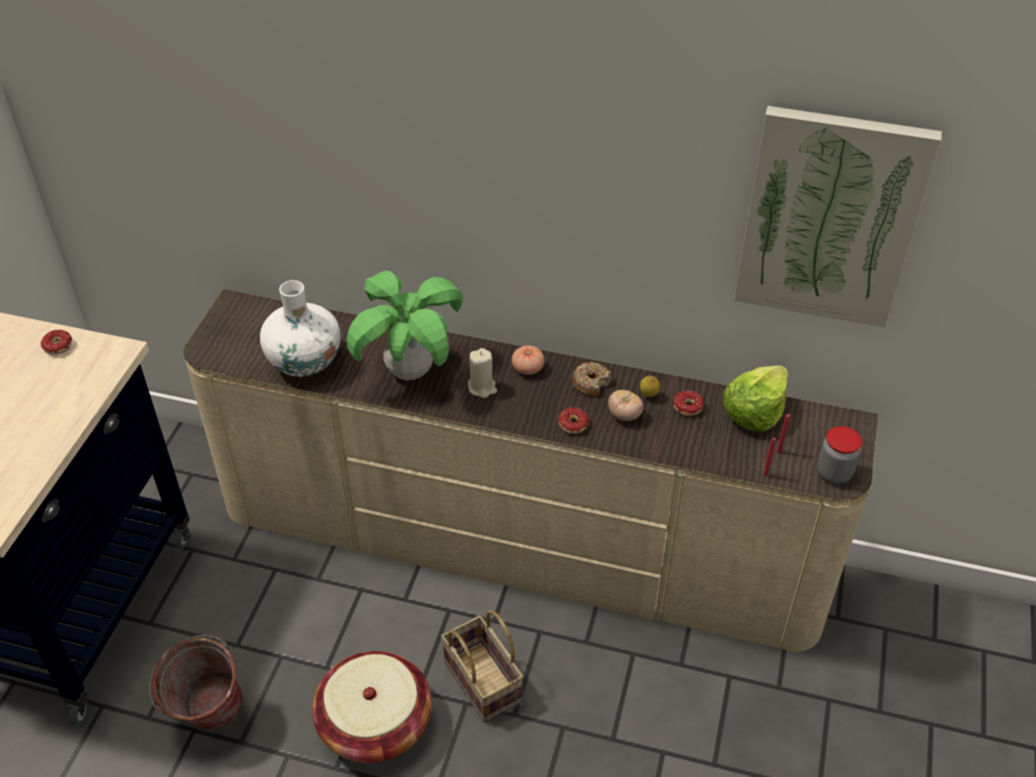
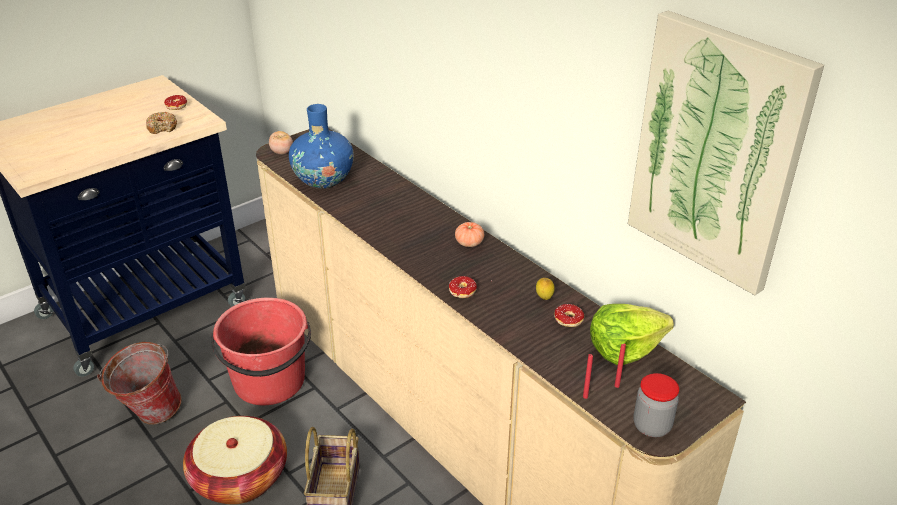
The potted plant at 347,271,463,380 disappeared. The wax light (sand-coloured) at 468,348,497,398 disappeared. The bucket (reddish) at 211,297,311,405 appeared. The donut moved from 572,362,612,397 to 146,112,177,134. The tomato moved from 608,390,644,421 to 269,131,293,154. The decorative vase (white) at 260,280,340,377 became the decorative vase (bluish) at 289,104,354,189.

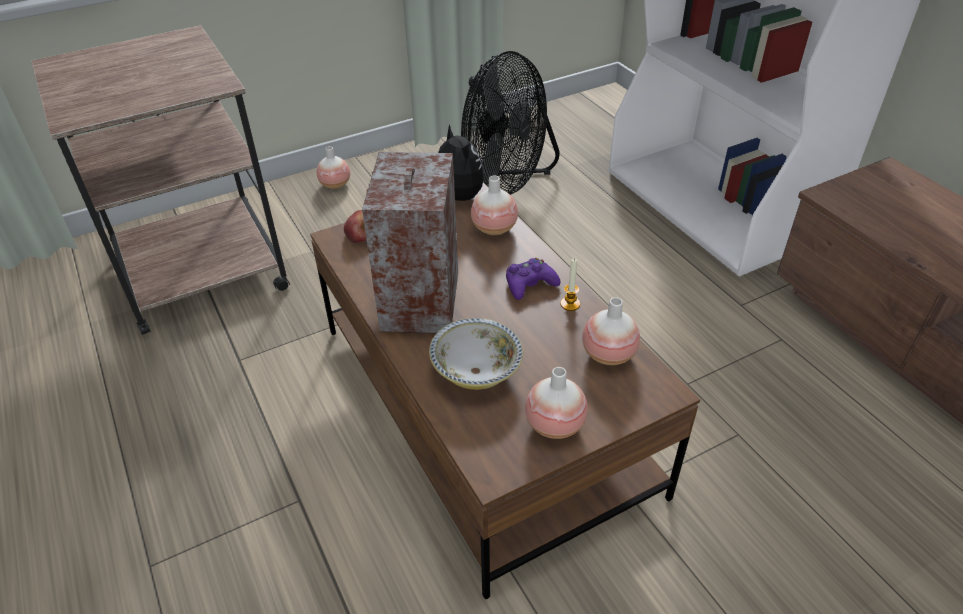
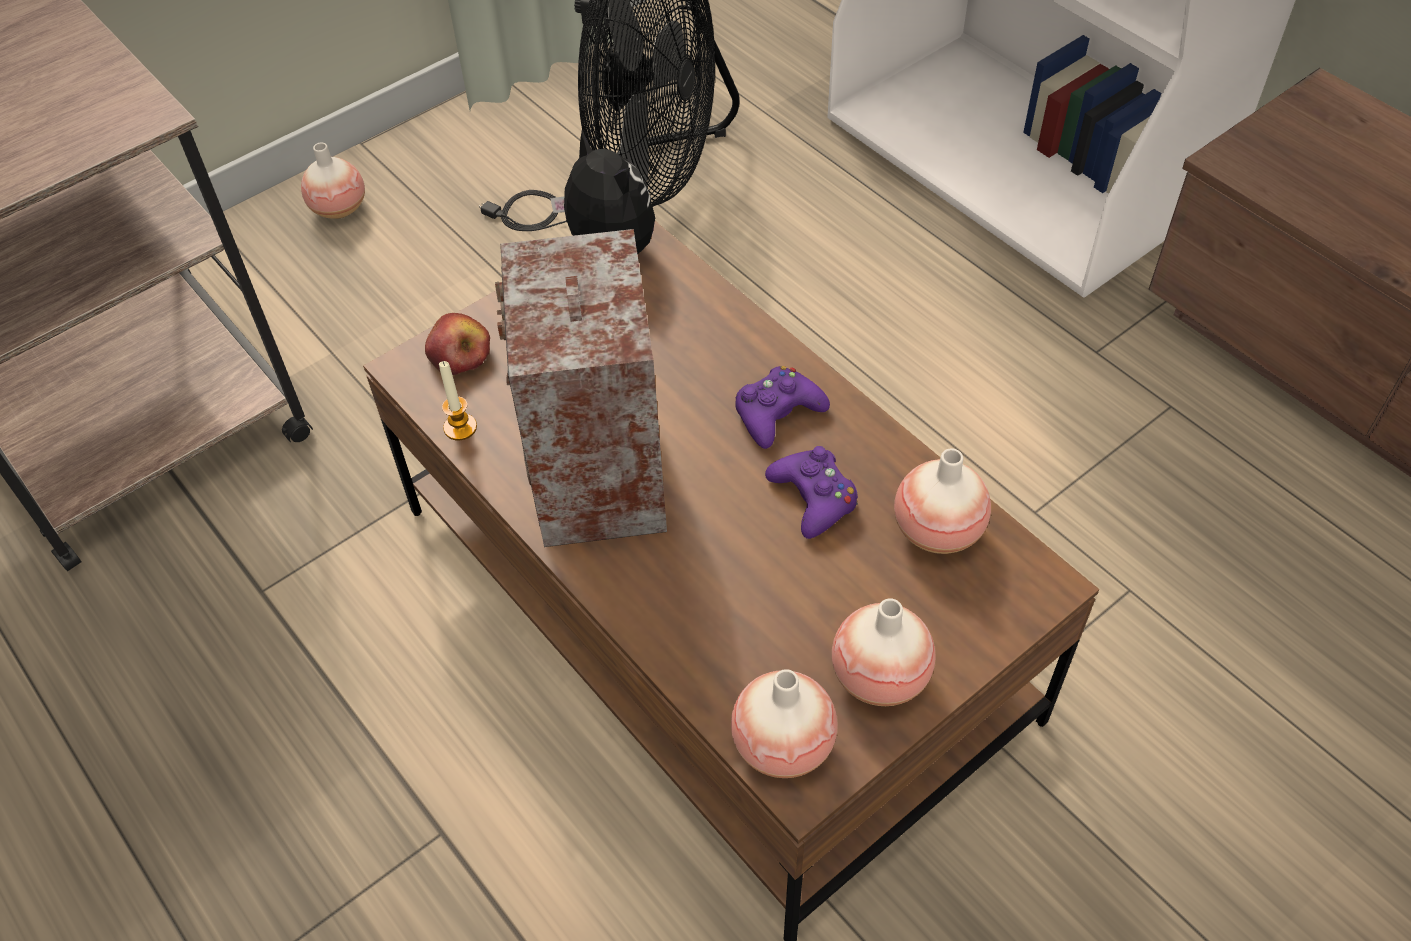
The serving bowl at 429,318,523,390 disappeared. The game controller (purple-coloured) at 765,446,858,539 appeared. The decorative vase moved from 471,175,518,235 to 731,669,838,778. The wax light moved from 560,259,580,311 to 439,361,477,441.

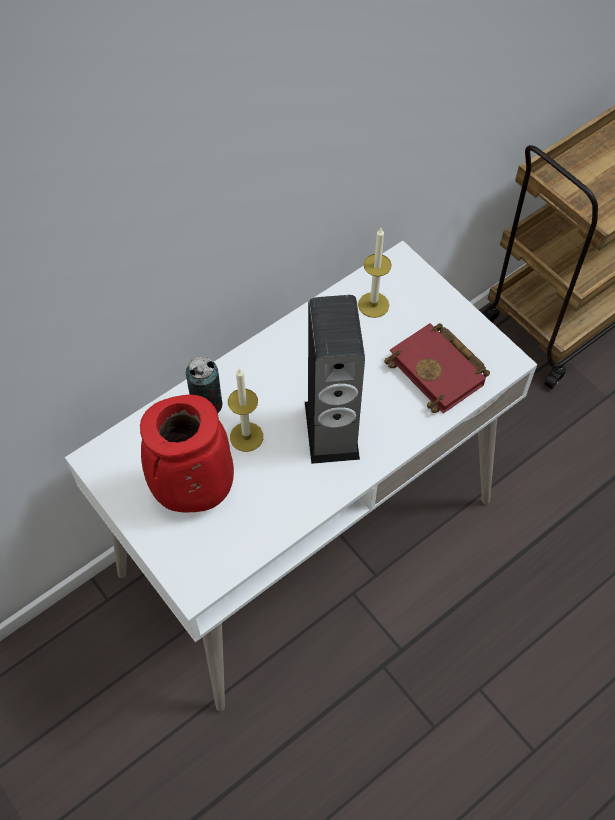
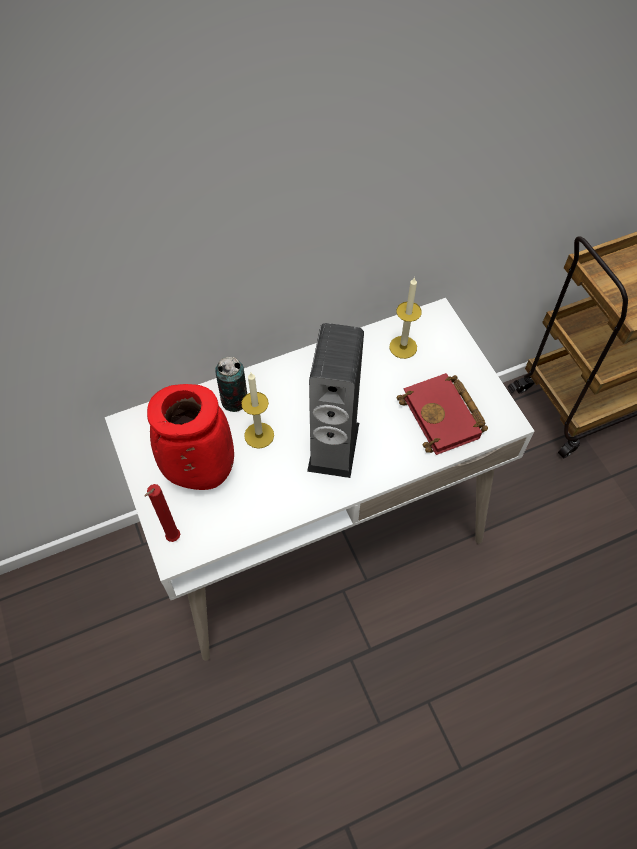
The wax light (reddish) at 144,484,180,542 appeared.

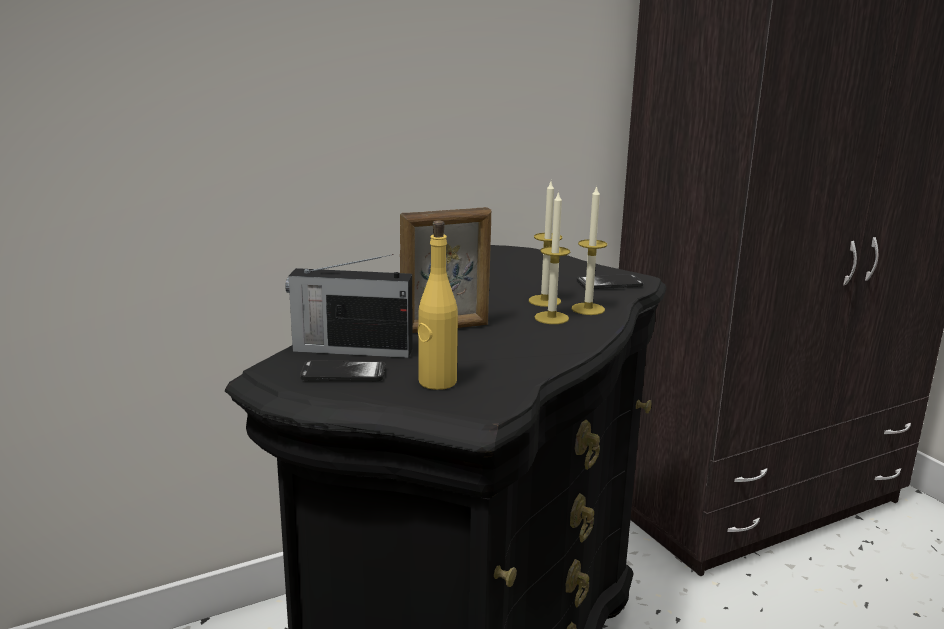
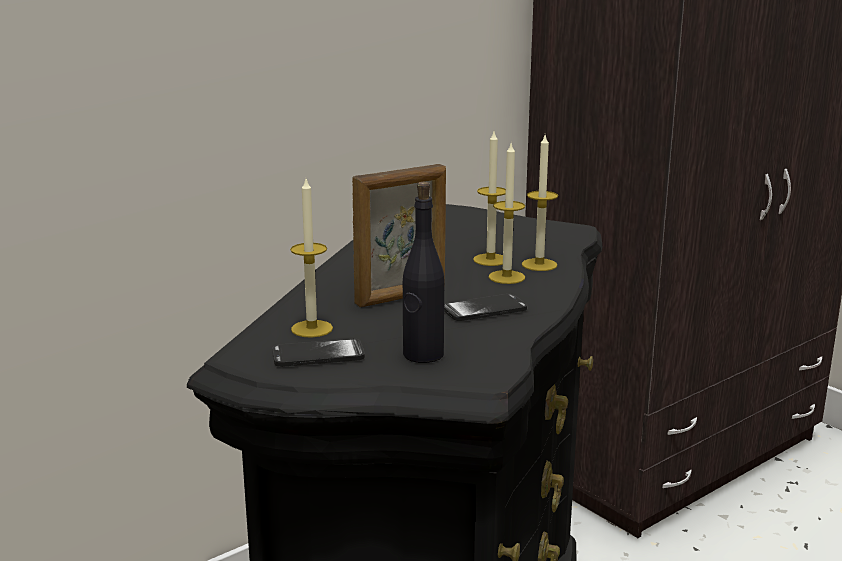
The phone moved from 577,274,643,289 to 444,294,527,321. The radio receiver at 285,254,413,358 was replaced by the wax light at 290,179,333,337. The drink bottle (yellowish) at 418,220,458,390 became the drink bottle (blackish) at 403,182,444,363.

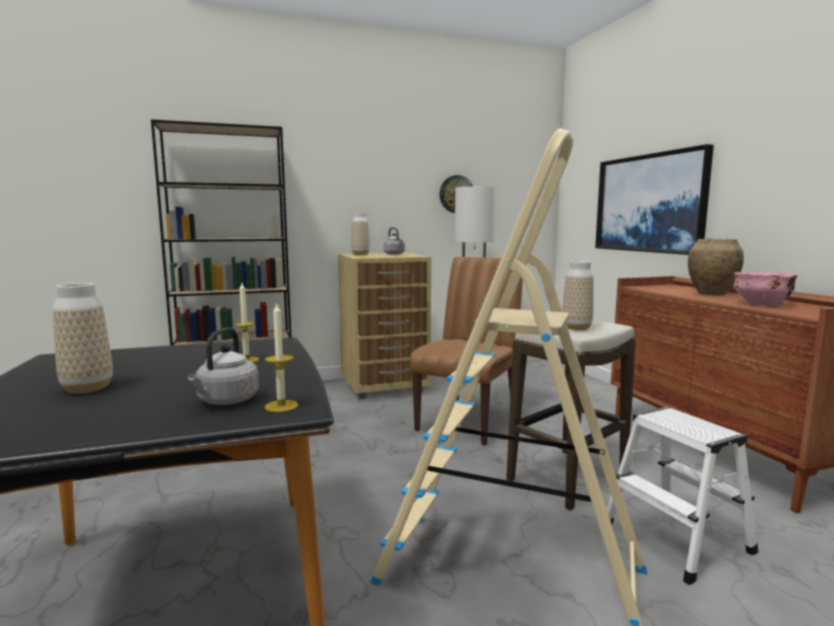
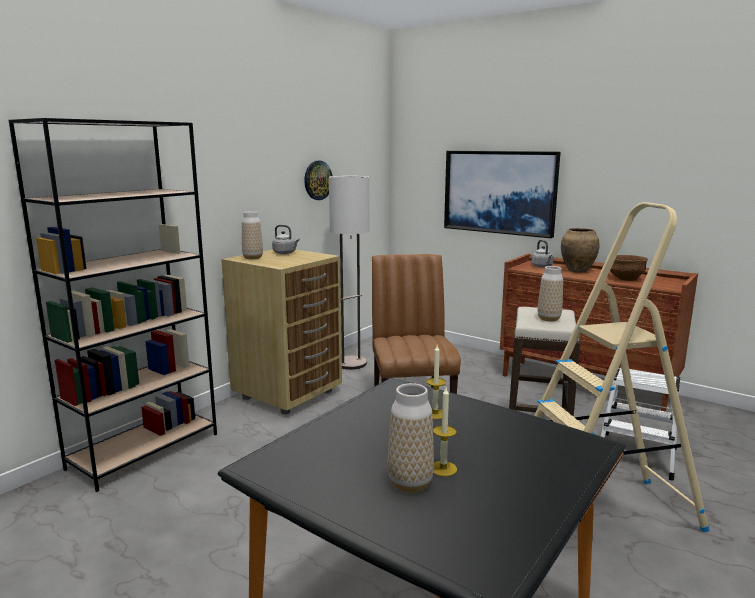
The tea kettle (grey) moved from 187,327,259,405 to 531,240,554,268. The wax light moved from 265,302,298,412 to 433,388,457,477. The serving bowl (pink-coloured) at 734,272,798,305 became the serving bowl (brown-coloured) at 610,255,648,281.

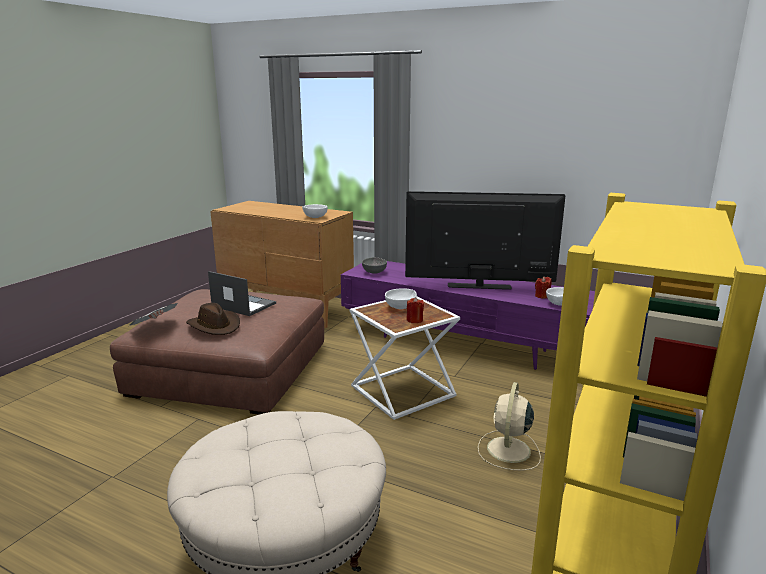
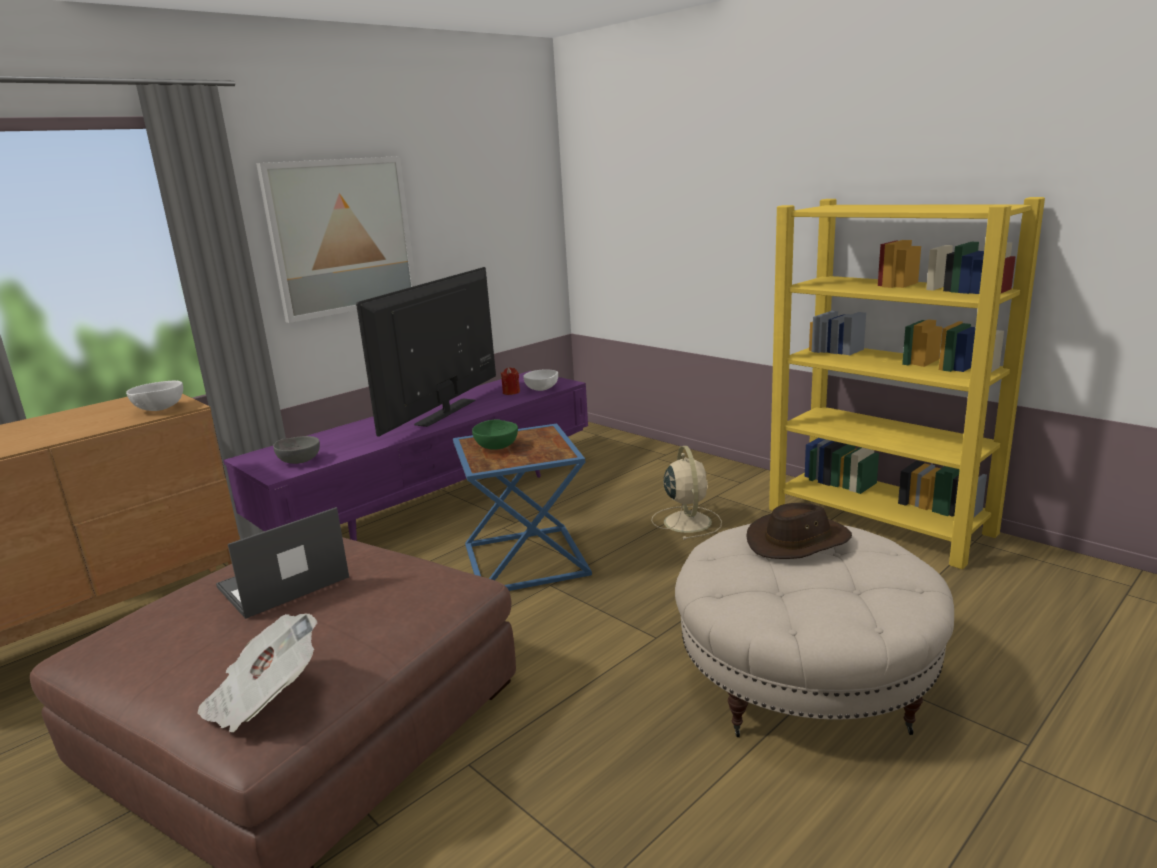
The wax light (reddish) at 406,298,424,323 disappeared. The picture at 256,156,416,323 appeared. The clothing hat (brown-coloured) moved from 186,303,240,335 to 746,503,852,559. The end table (white) at 350,297,460,420 became the end table (bluish) at 453,424,592,591. The serving bowl (white) at 385,288,417,309 became the serving bowl (green-coloured) at 472,419,518,450. The cooling fan (sand-coloured) at 478,382,541,471 turned 135 degrees counterclockwise.

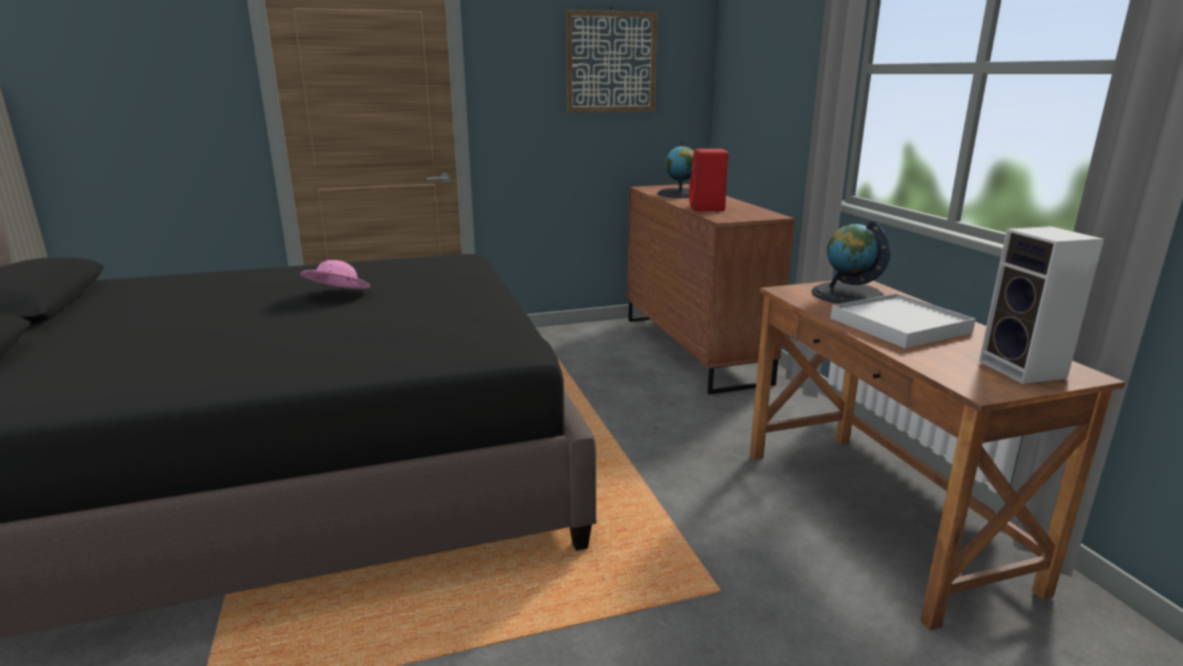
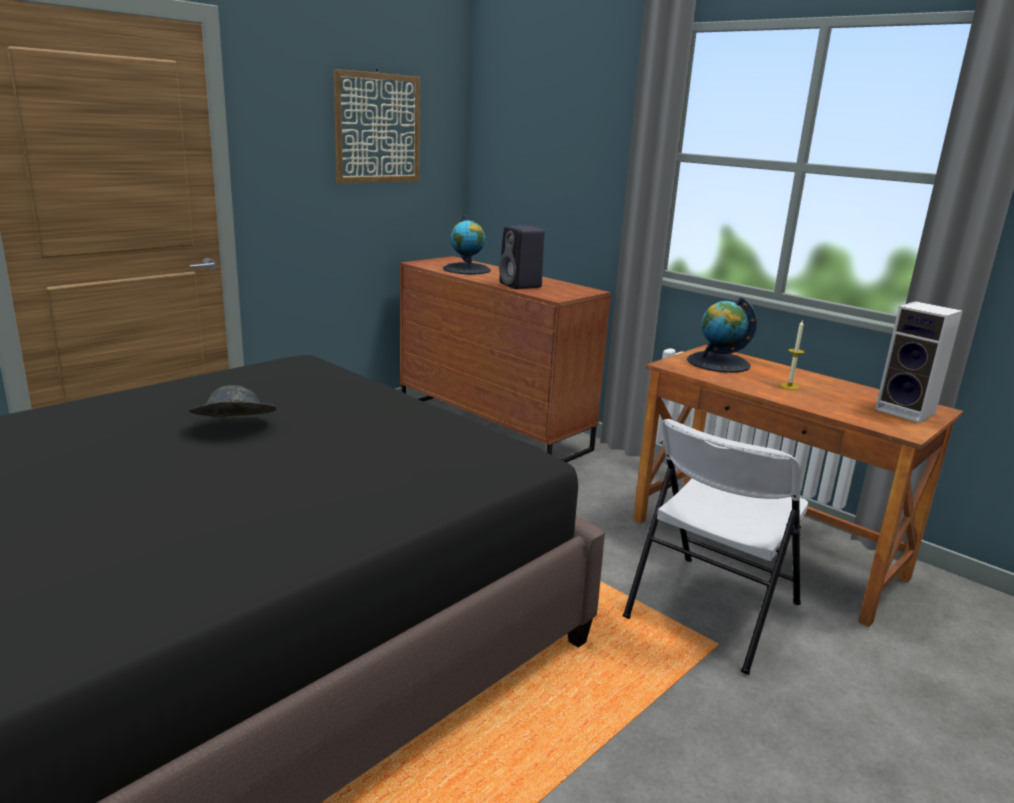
The plain chair (white) at 623,419,808,675 appeared. The serving tray (white) at 831,293,976,348 was replaced by the wax light at 780,321,805,390. The clothing hat (pink-coloured) at 300,260,371,289 became the clothing hat (grey) at 188,385,276,417. The loudspeaker (reddish) at 689,149,729,211 became the loudspeaker (blackish) at 499,226,545,289.

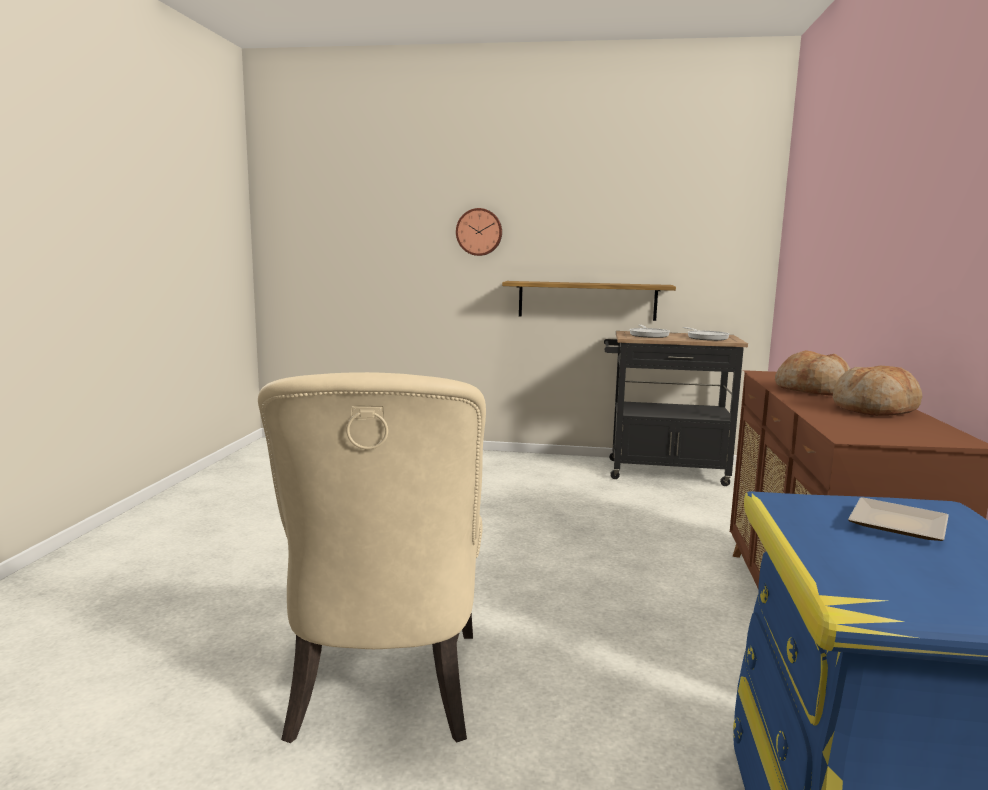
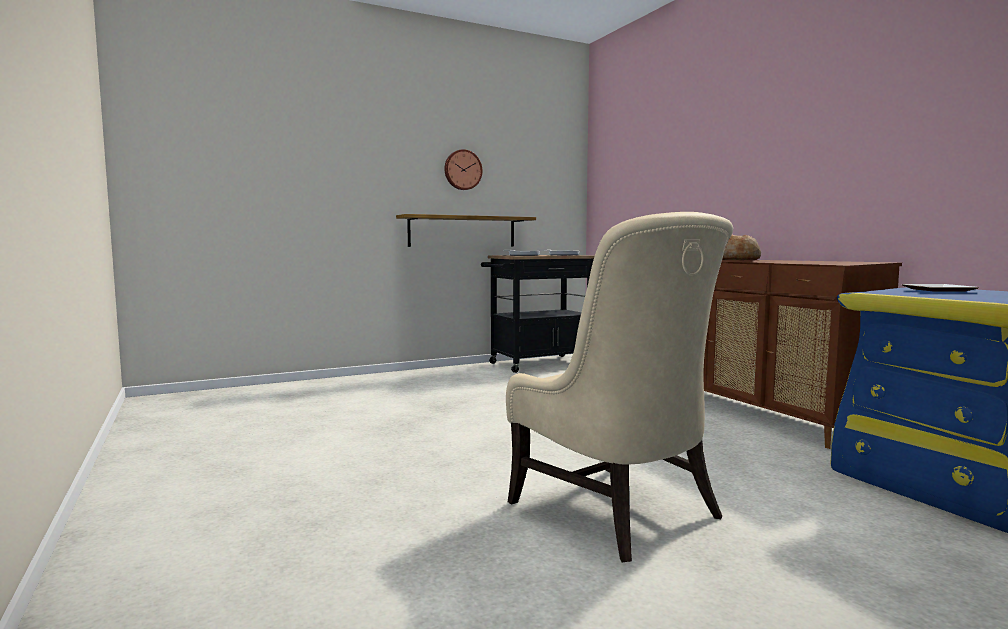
The bread at 833,366,922,416 disappeared. The hanging clock moved from 456,208,502,256 to 444,149,482,190.

